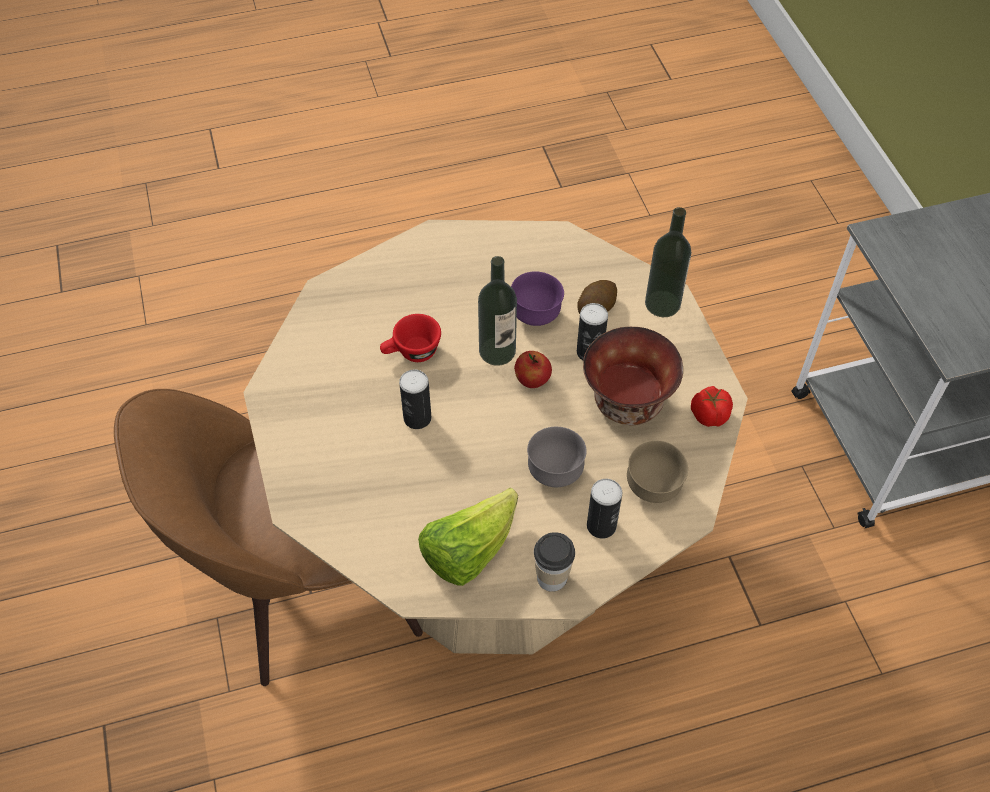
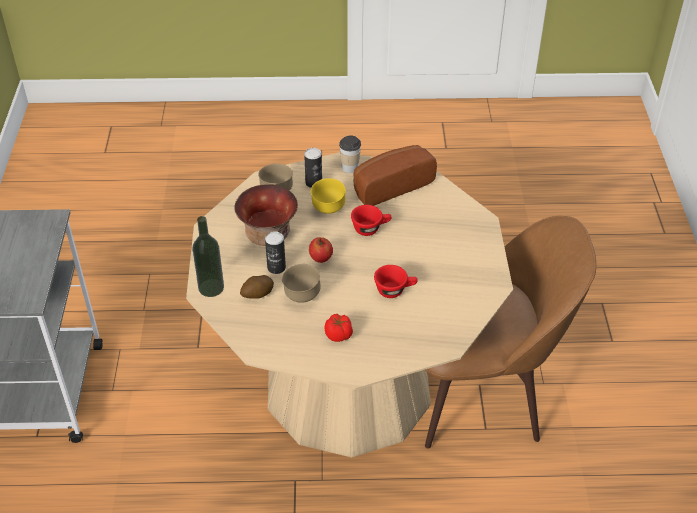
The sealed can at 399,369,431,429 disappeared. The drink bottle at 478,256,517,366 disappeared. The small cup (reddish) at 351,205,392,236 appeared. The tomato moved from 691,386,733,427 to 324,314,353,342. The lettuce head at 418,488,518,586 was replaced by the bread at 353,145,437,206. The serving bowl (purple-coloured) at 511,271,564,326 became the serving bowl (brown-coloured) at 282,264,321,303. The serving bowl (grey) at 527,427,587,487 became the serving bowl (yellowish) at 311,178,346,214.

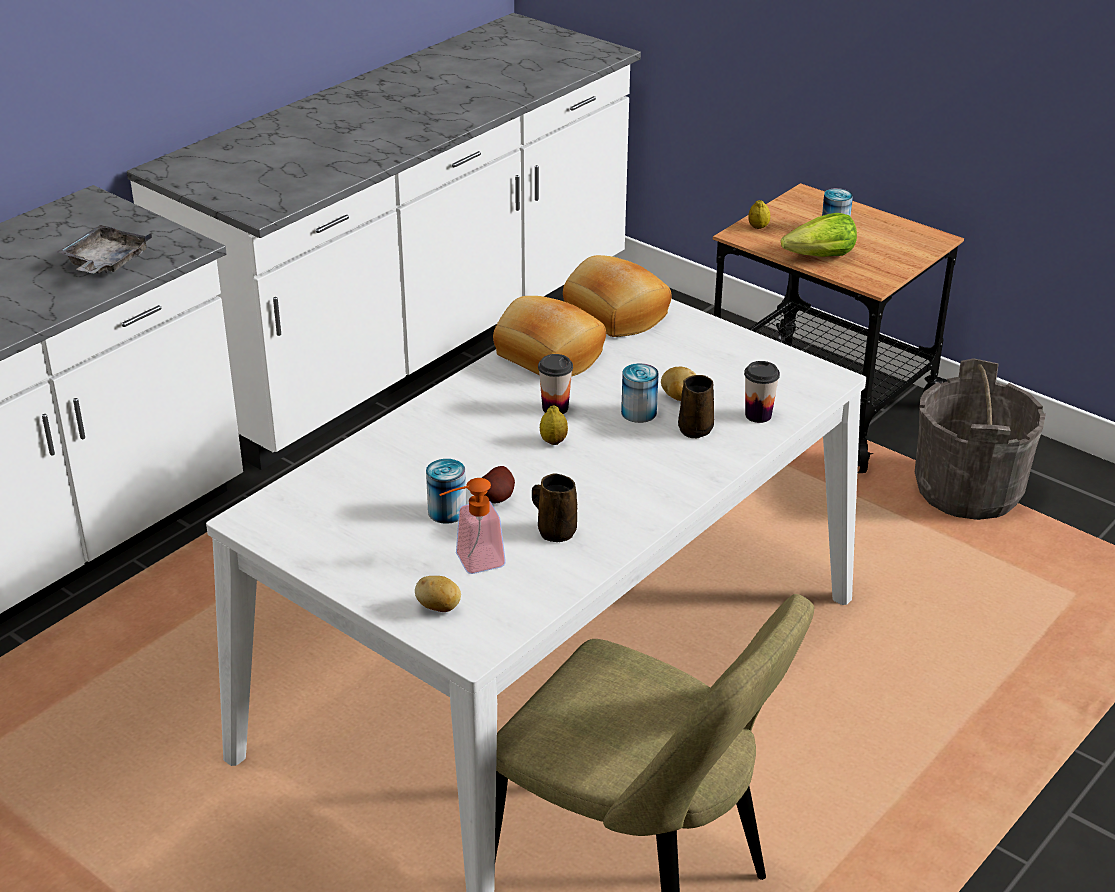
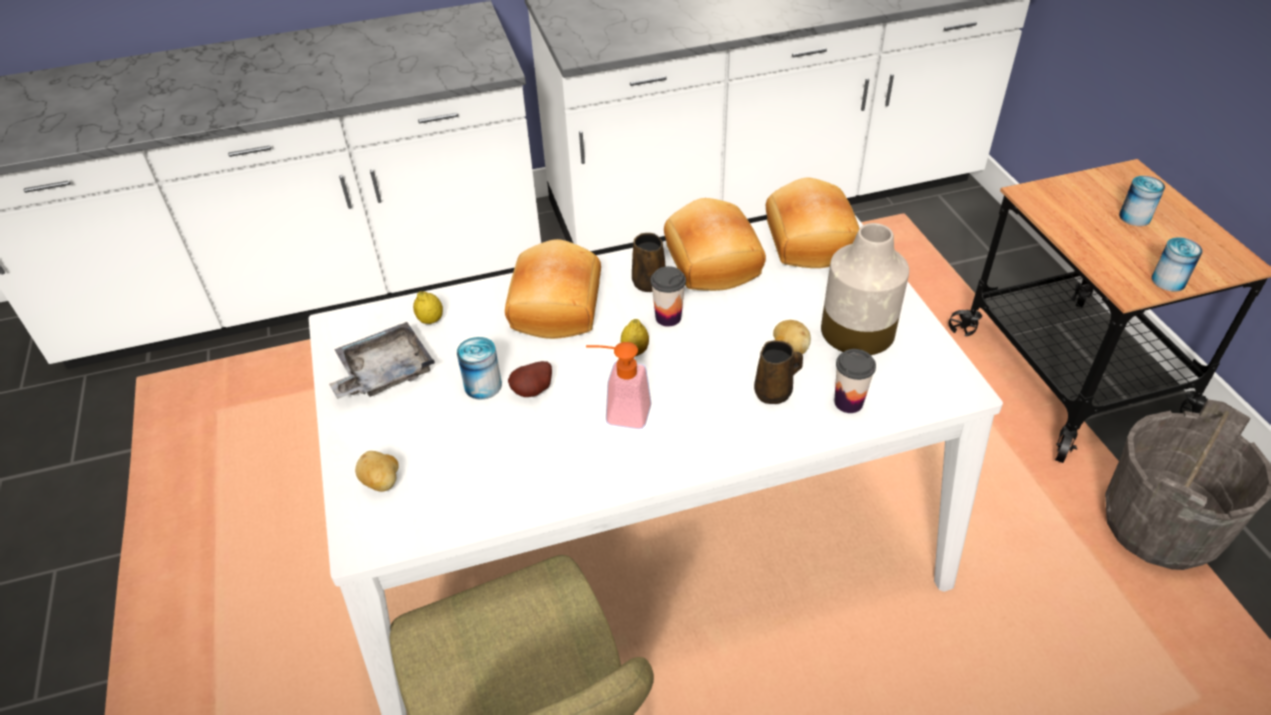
The lettuce head at 781,213,857,257 disappeared. The bread at 505,239,601,339 appeared. The decorative vase (sand-coloured) at 821,223,909,355 appeared. The serving tray (grey) moved from 57,225,152,273 to 329,322,435,399. The soap dispenser moved from 439,478,506,574 to 586,342,652,429. The tea mug (brown-coloured) moved from 532,473,577,542 to 632,233,665,292. The sealed can moved from 621,363,659,423 to 1152,237,1203,291. The whole lemon moved from 748,200,770,229 to 413,291,443,324.

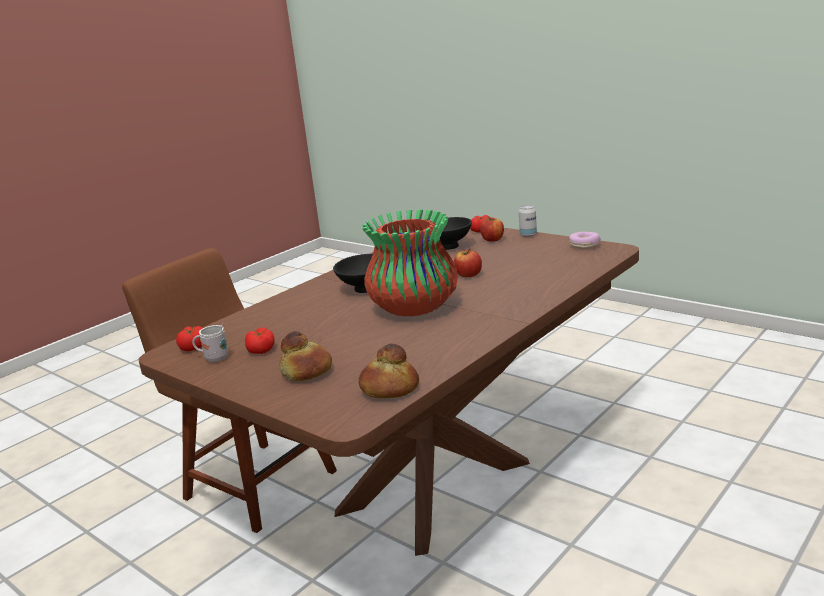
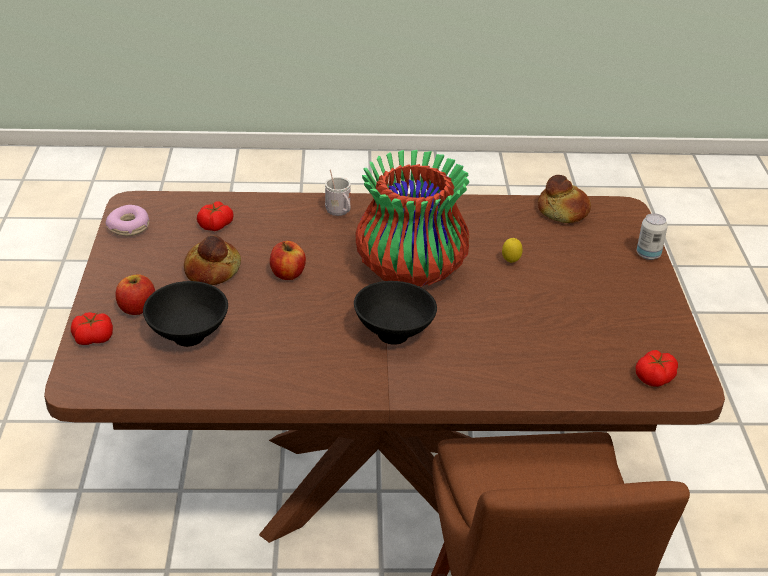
The whole lemon at 502,238,523,263 appeared. The tea mug (white) moved from 192,322,228,362 to 325,169,351,216. The tomato moved from 245,327,275,354 to 197,201,234,231. The bread moved from 279,331,332,381 to 184,235,241,285. The sealed can moved from 519,205,537,237 to 637,213,668,260.

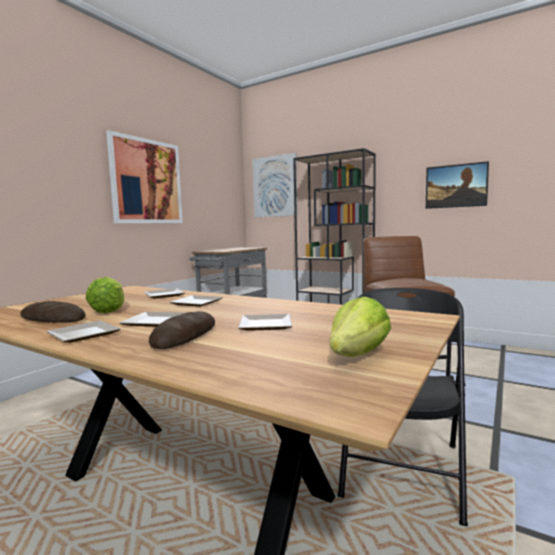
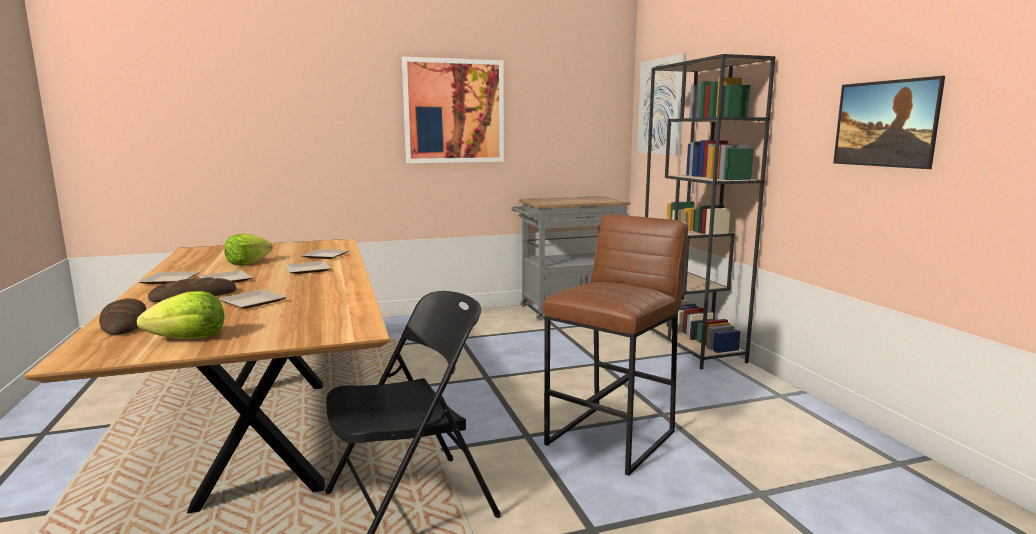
The bread moved from 20,301,86,323 to 99,298,146,335.

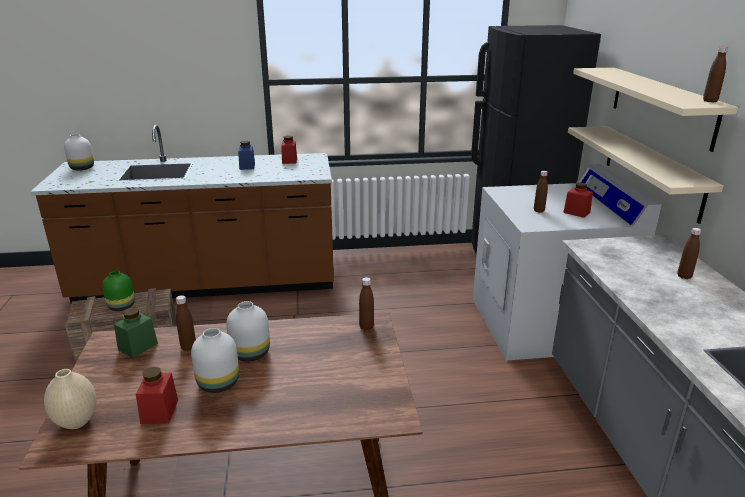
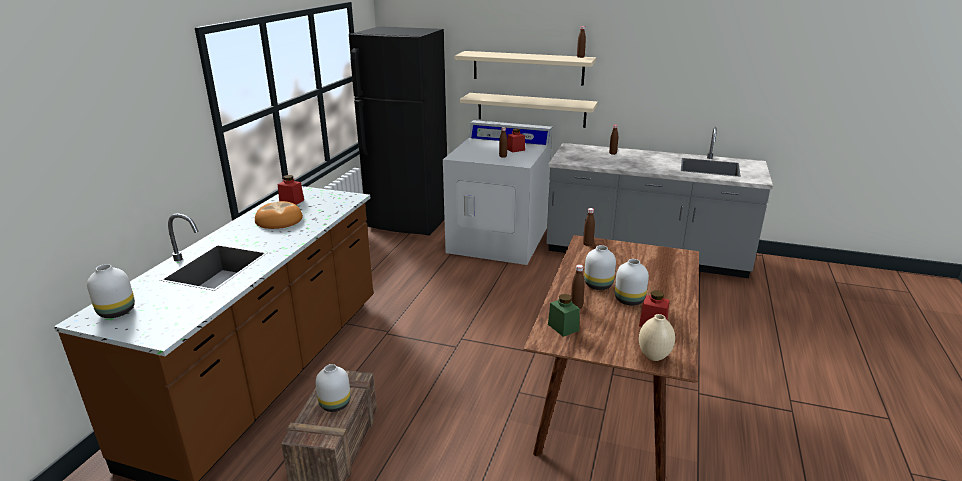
The preserve jar (bluish) at 238,141,255,170 was replaced by the bread at 255,201,303,229. The decorative vase (green-coloured) at 102,271,135,311 became the decorative vase (white) at 315,364,351,412.

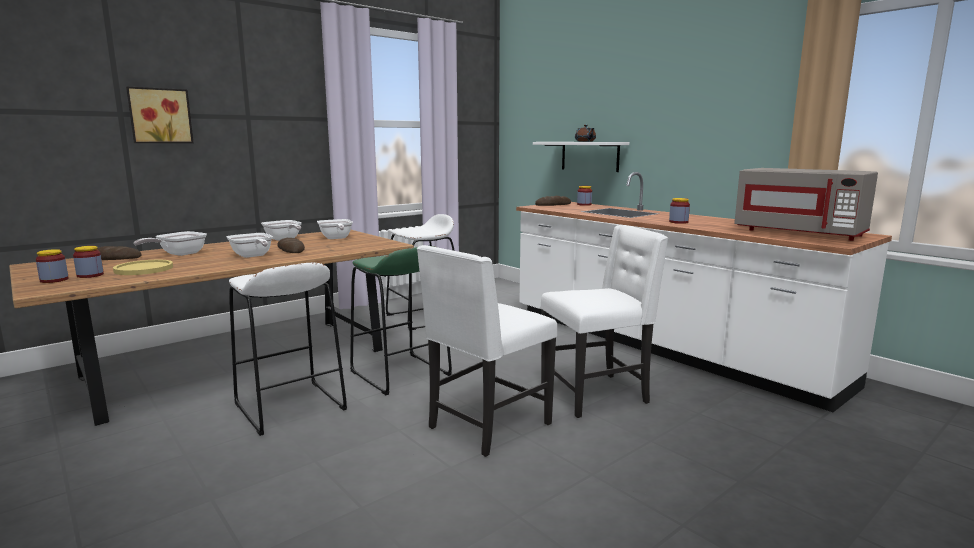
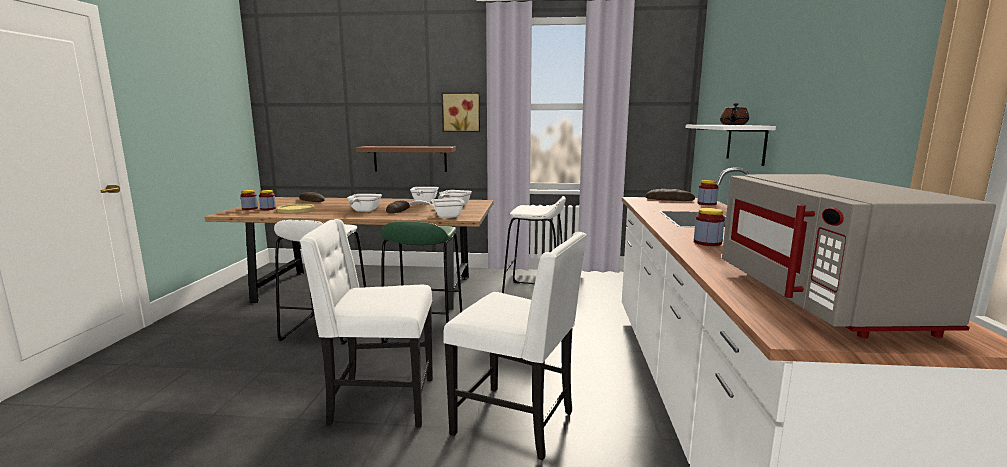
The wall shelf (brown-coloured) at 356,146,456,172 appeared. The picture moved from 126,86,194,143 to 442,92,480,132. The frying pan moved from 134,231,207,256 to 409,198,464,218.

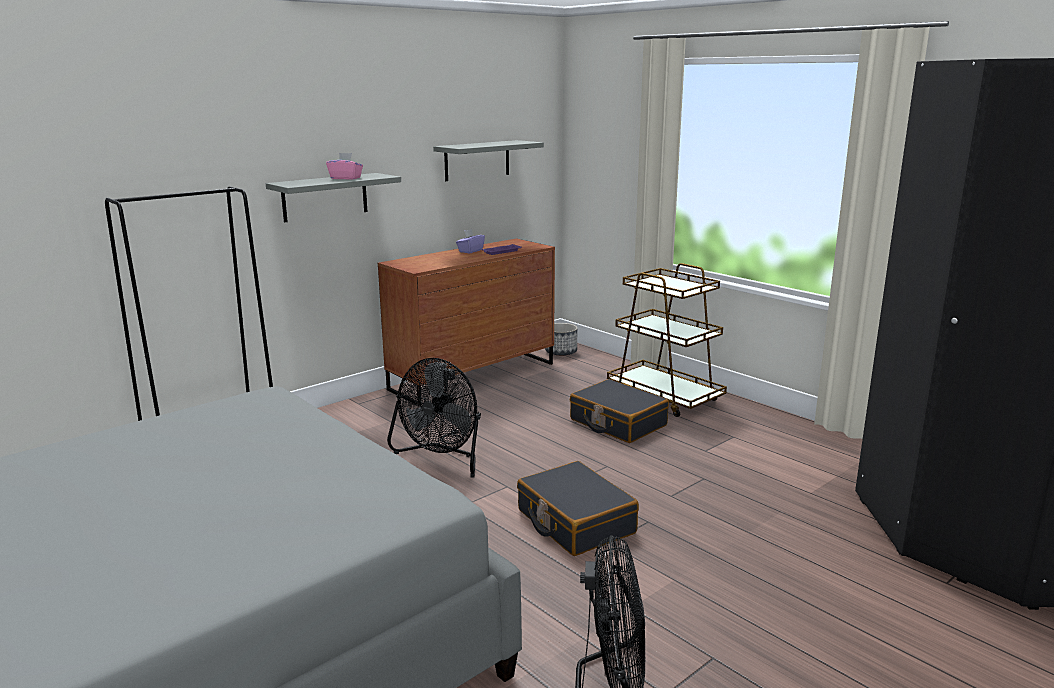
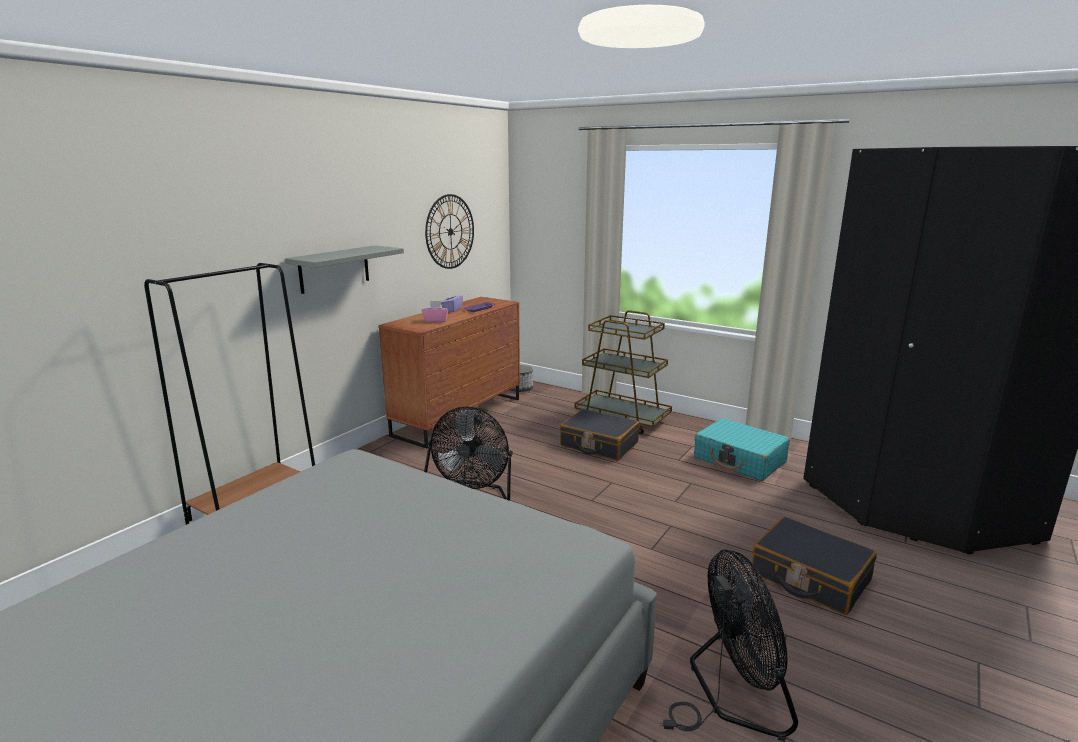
The travel case (blue-green) at 694,418,790,481 appeared. The box of tissues (pink-coloured) moved from 326,153,363,180 to 422,301,449,322. The travel case (blackish) moved from 517,461,639,556 to 752,517,877,615. The wall shelf (grey) at 433,140,544,181 was replaced by the hanging clock at 425,194,474,269.

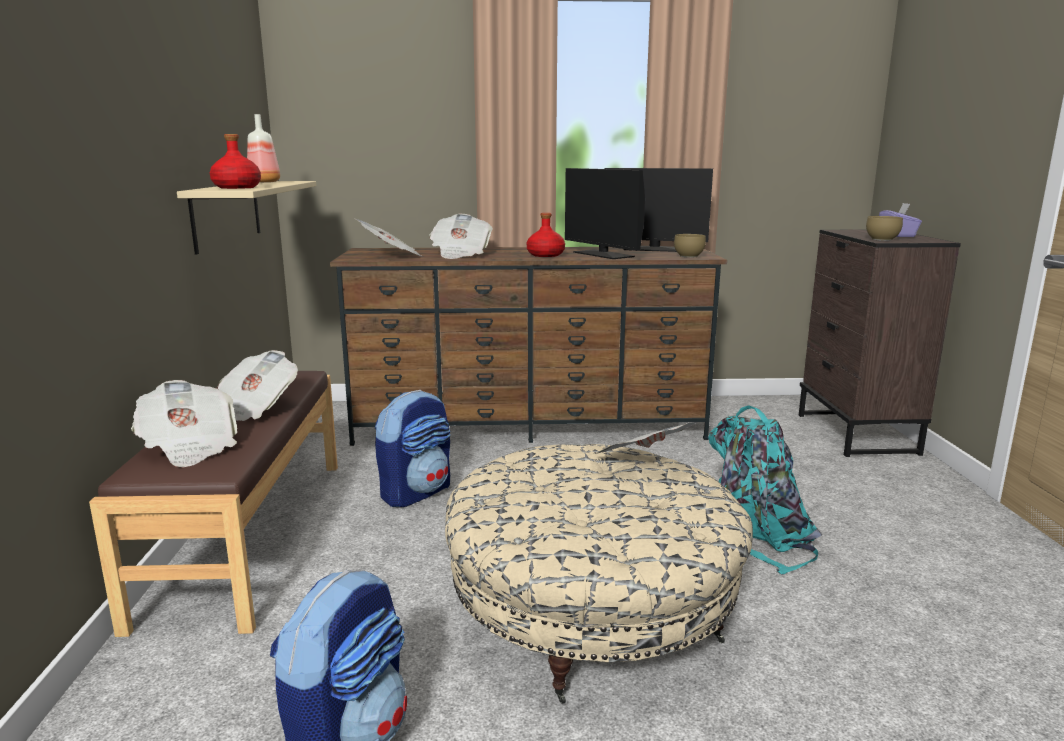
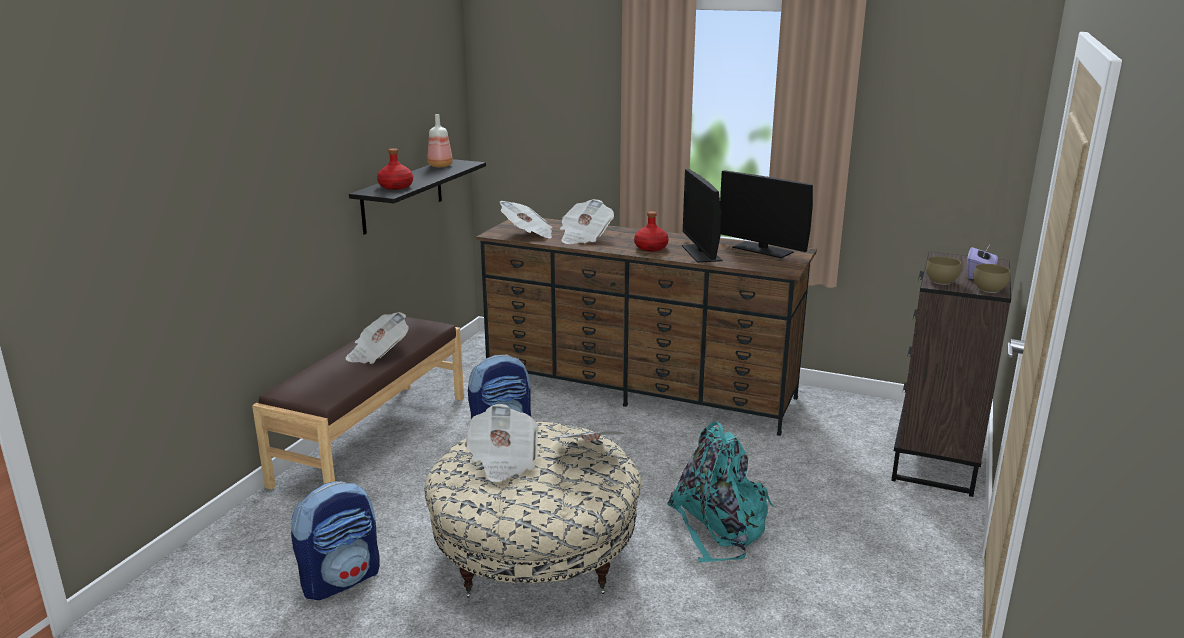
The printed paper moved from 131,380,237,467 to 465,404,539,482. The serving bowl (brown-coloured) moved from 674,234,706,258 to 973,264,1010,293. The wall shelf (sand-coloured) at 177,181,316,255 became the wall shelf (blackish) at 349,159,486,235.

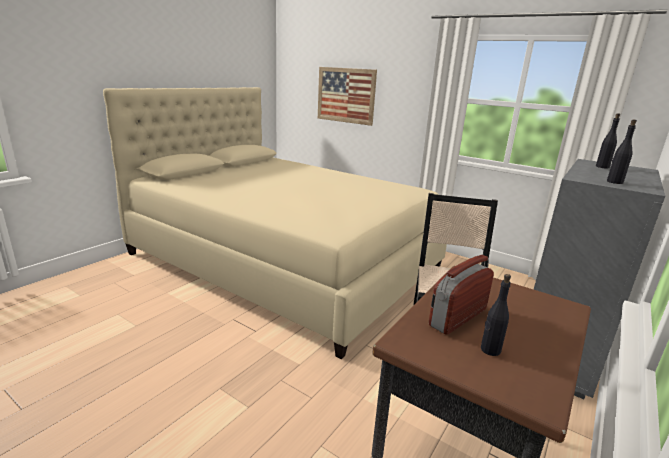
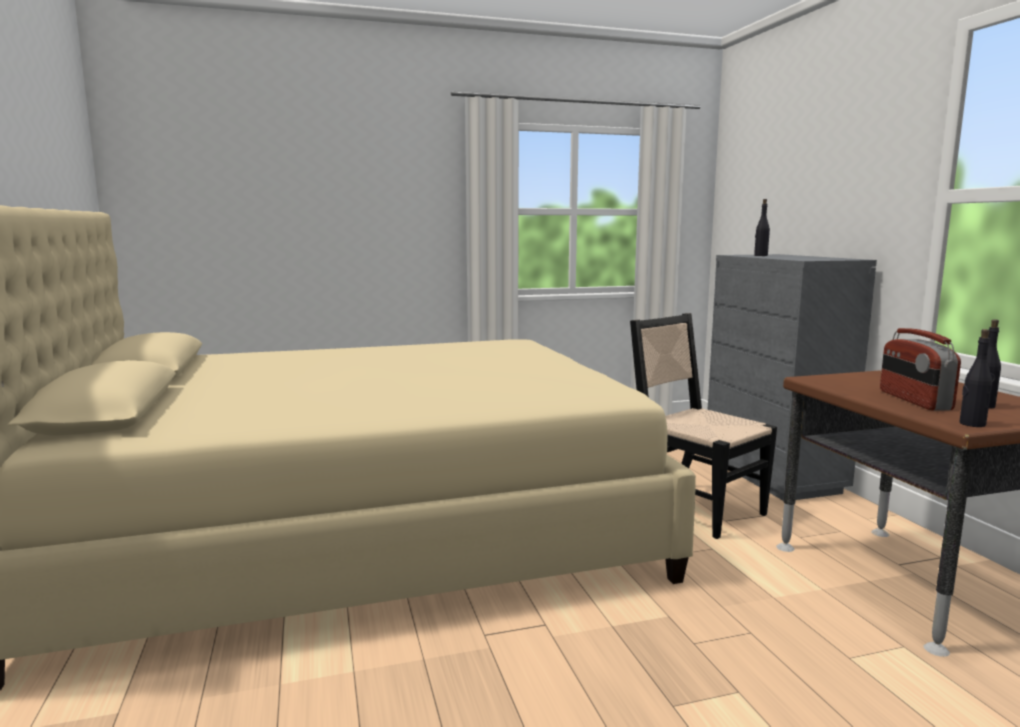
The picture at 318,67,377,126 disappeared. The drink bottle (blackish) moved from 607,120,637,184 to 959,329,992,427.

